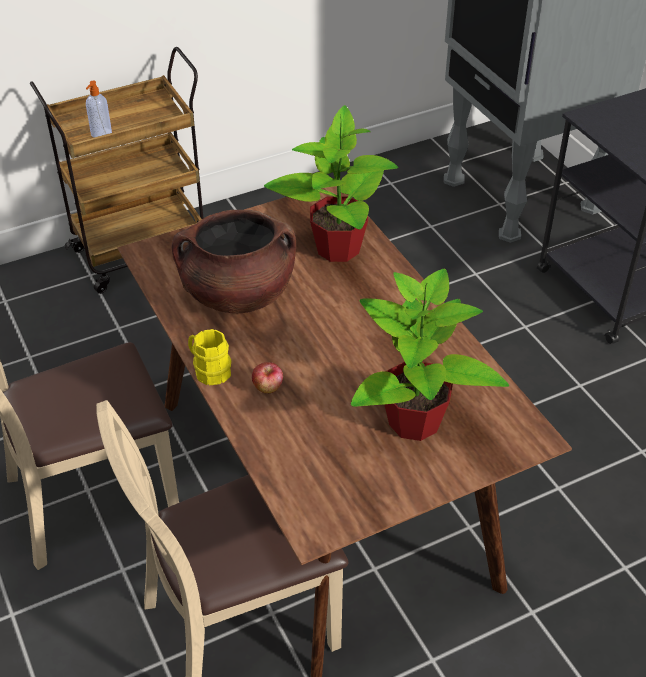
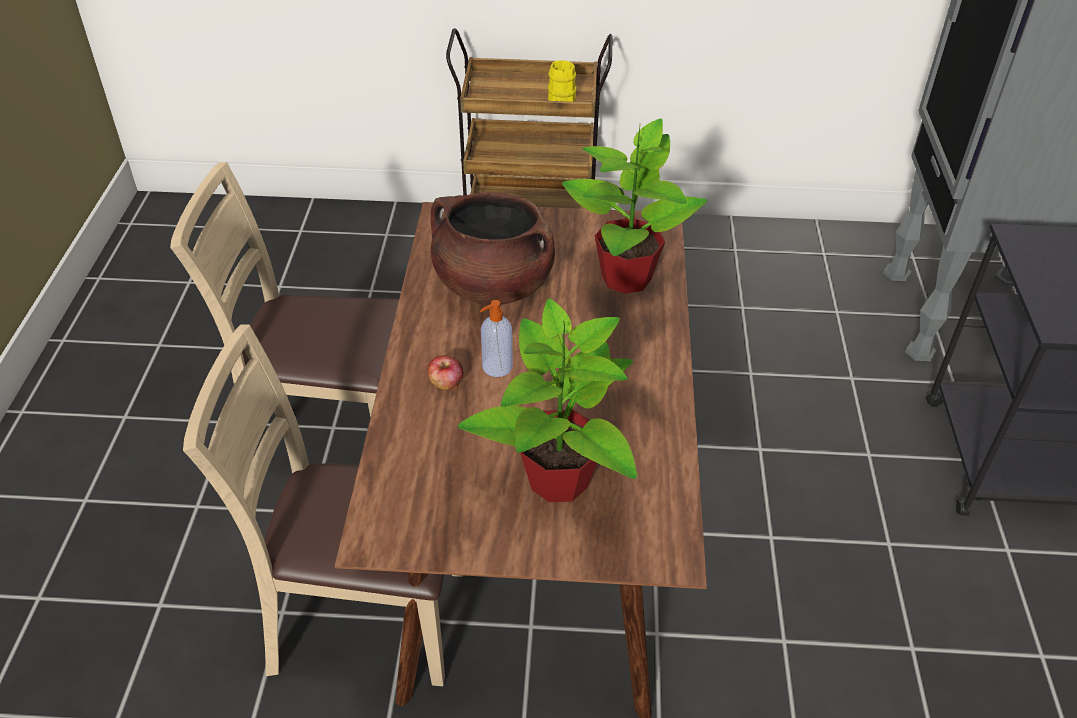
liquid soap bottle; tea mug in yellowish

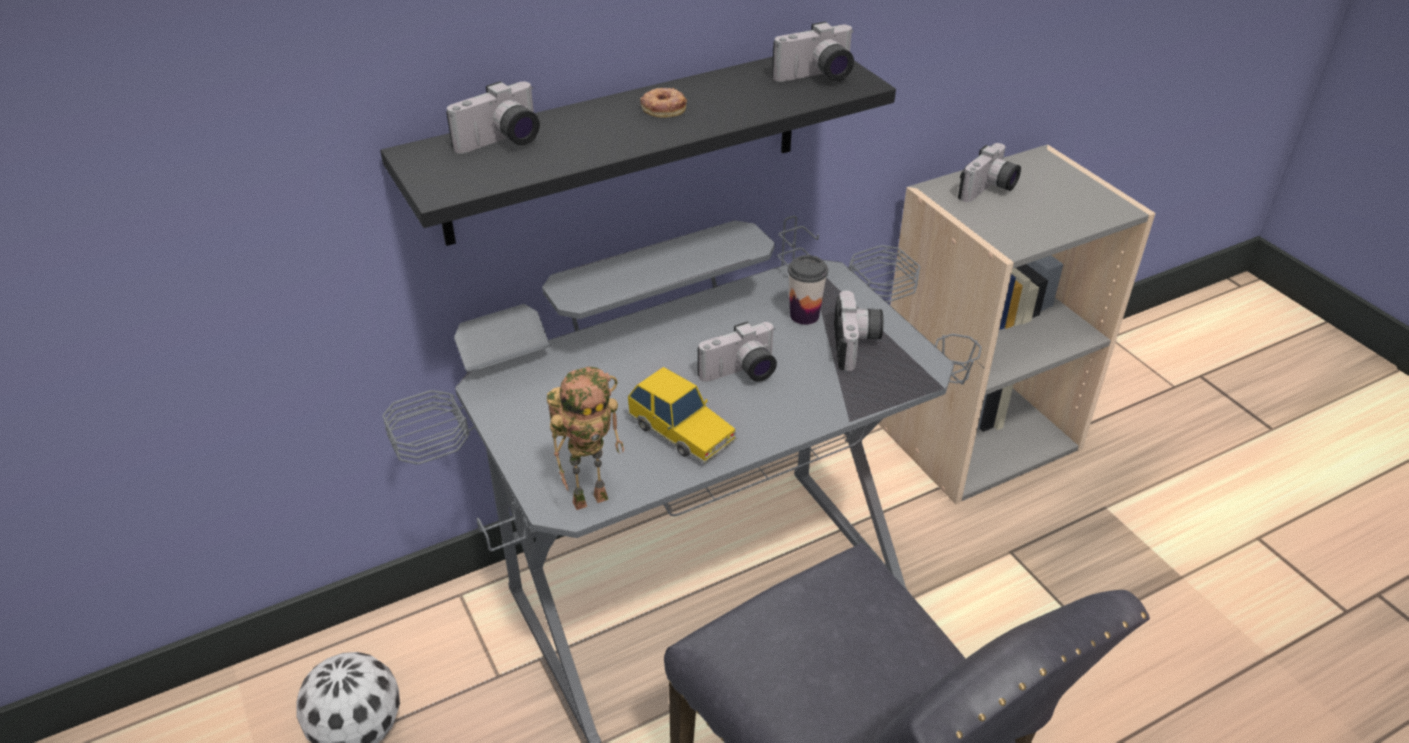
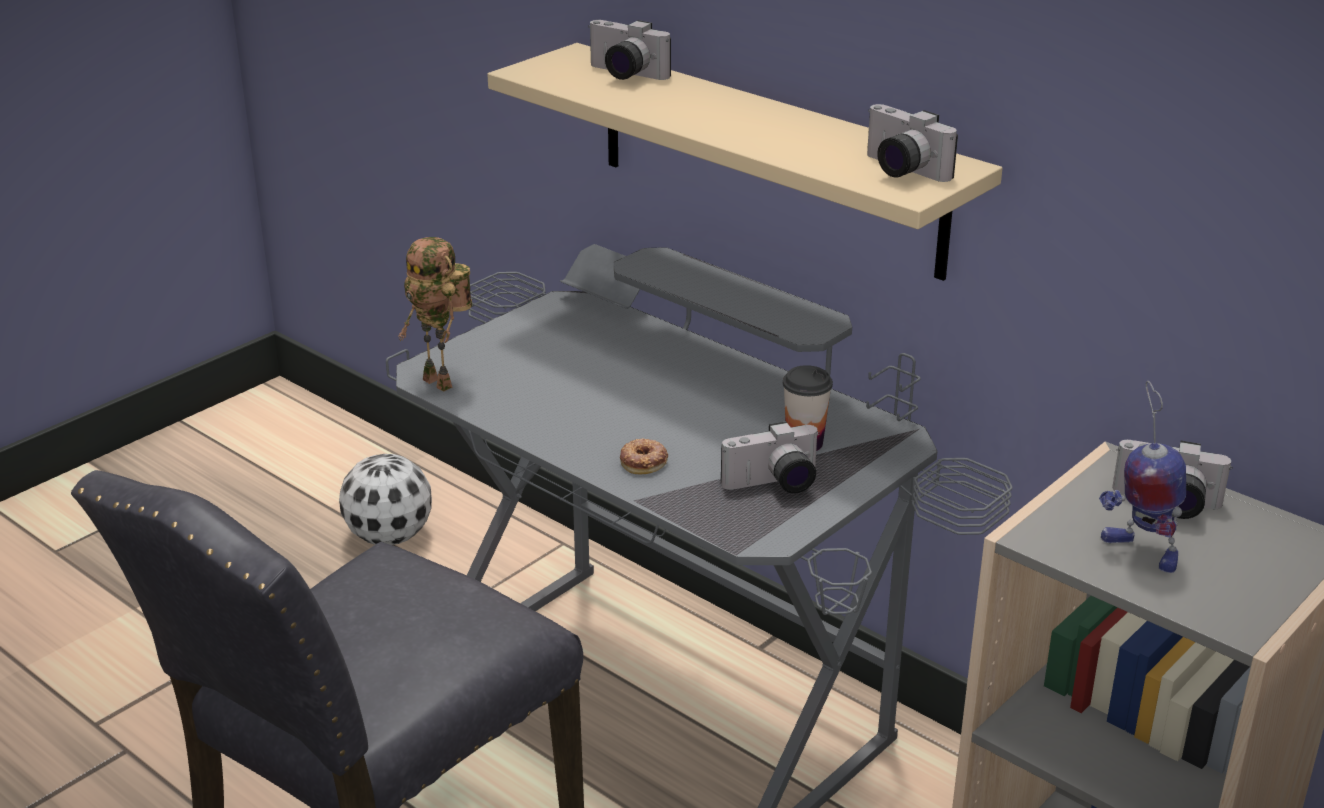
model car; photo camera (no. 2 from left in the first image); toy robot (no. 2 from left); donut; wall shelf in beige

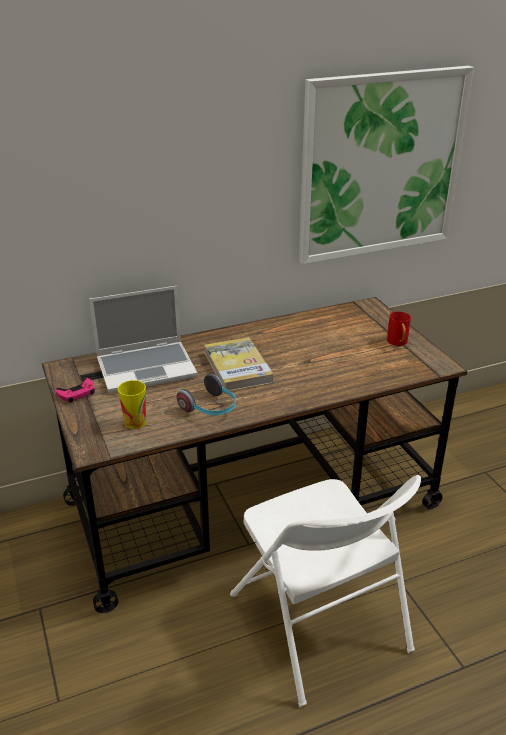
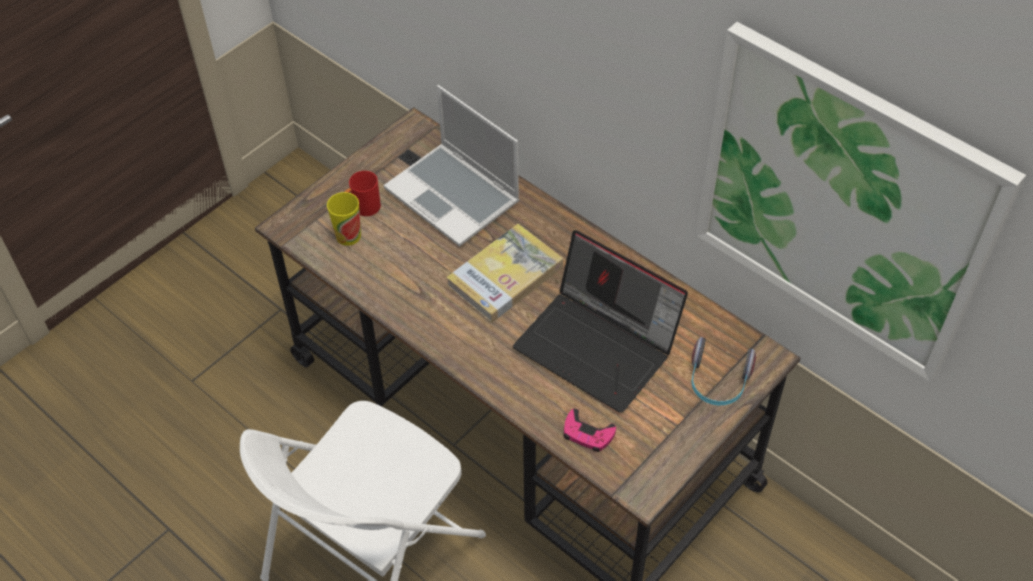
portable computer (no. 2 from left); joypad in pinkish; headphones; tea mug in reddish

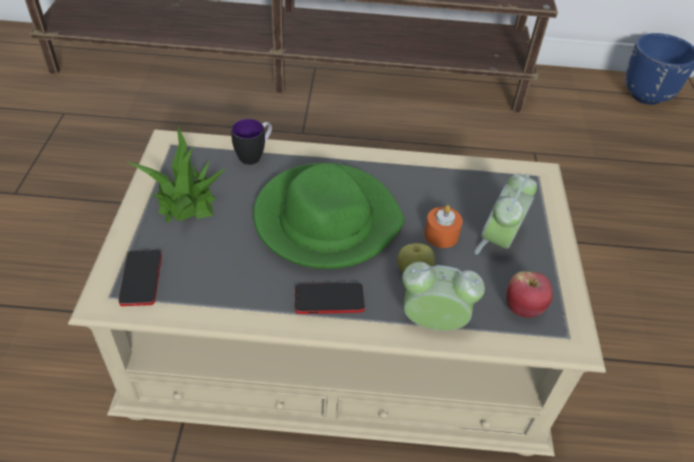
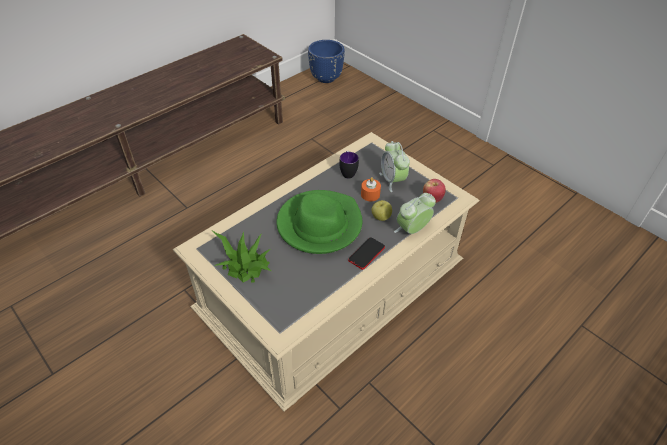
telephone (no. 1 from left in the first image); tea mug

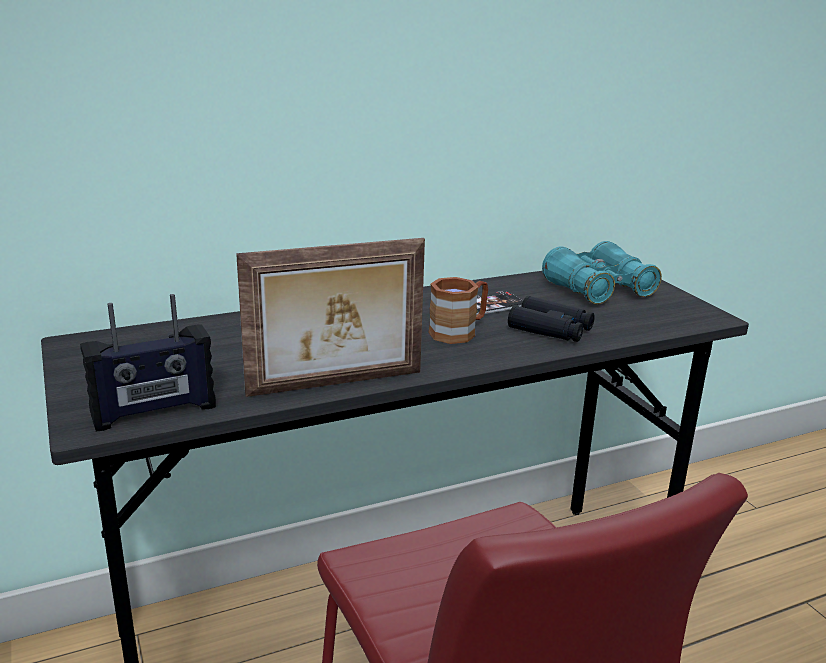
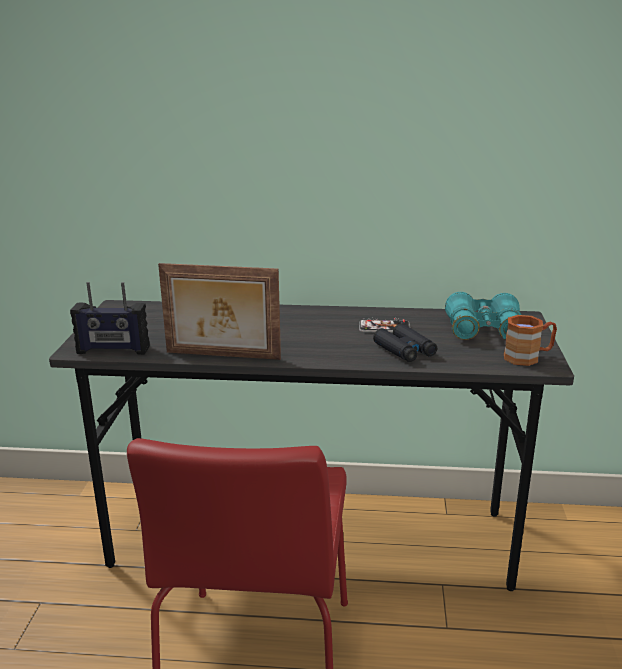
tea mug in brown-coloured

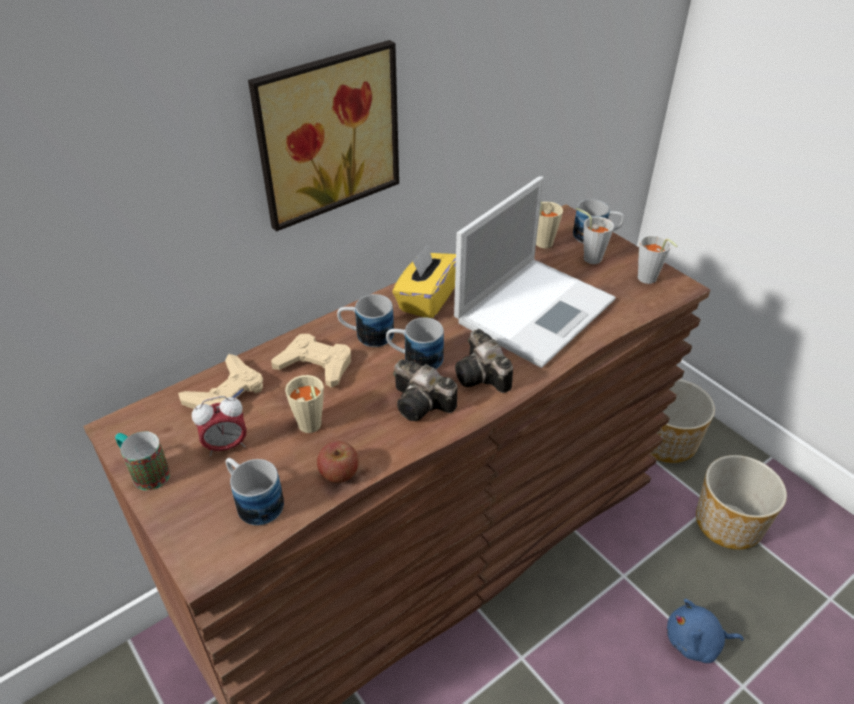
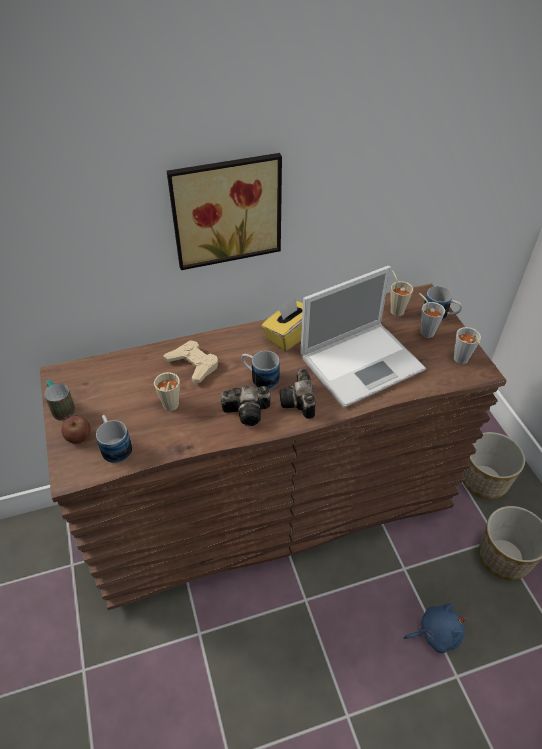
joypad in beige (no. 1 from left in the first image); table clock; tea mug (no. 3 from left in the first image); whole apple; photo camera (no. 1 from left); plush toy in blue

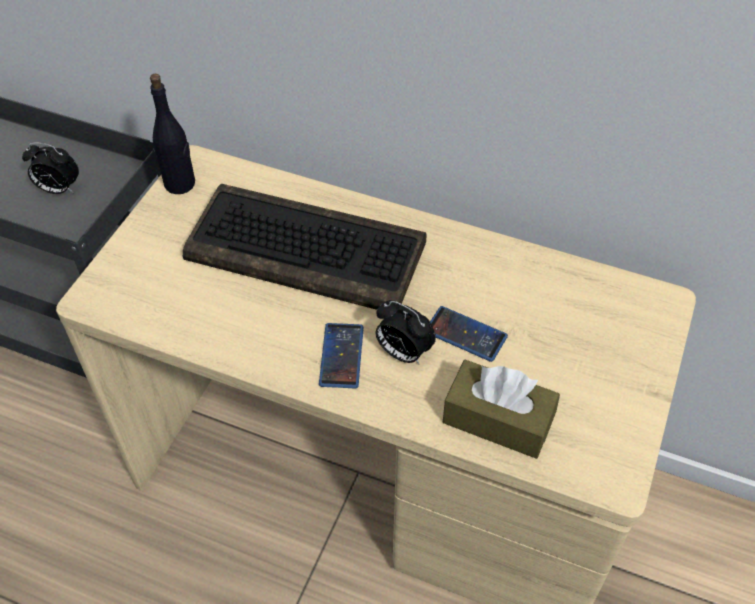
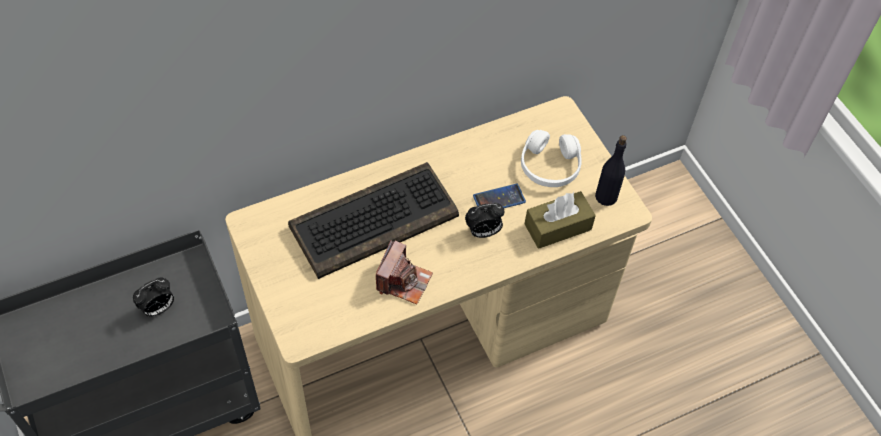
telephone (no. 1 from left in the first image); photo camera; headphones in white-coloured; bottle in black

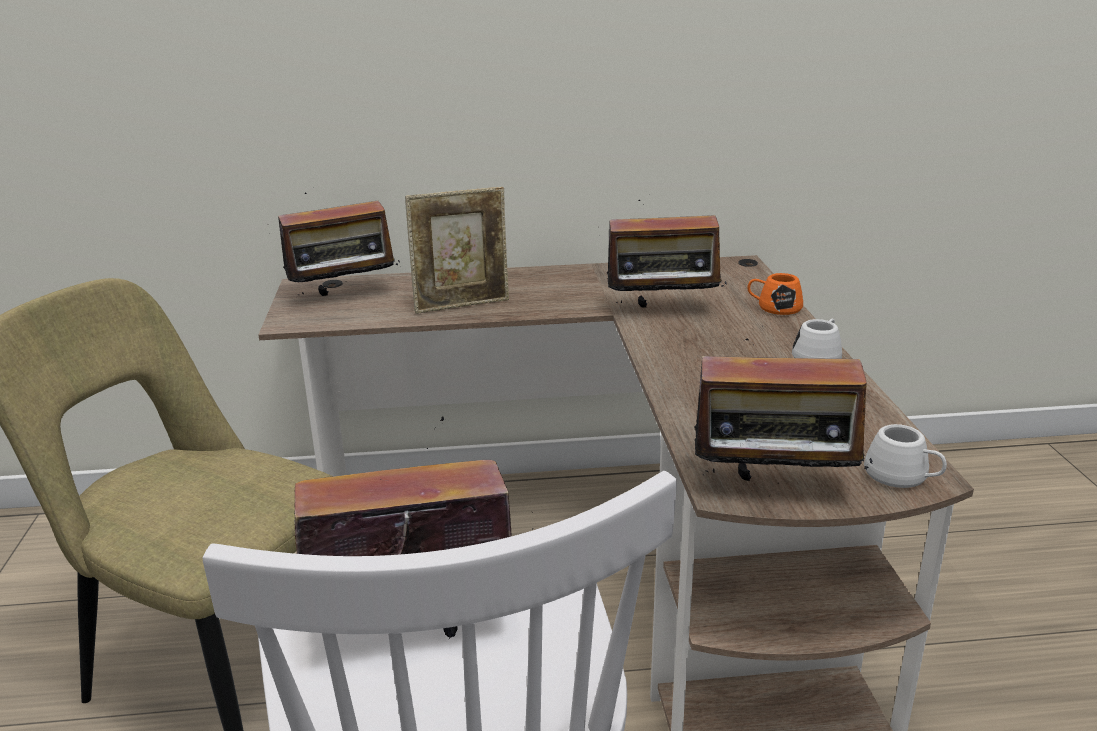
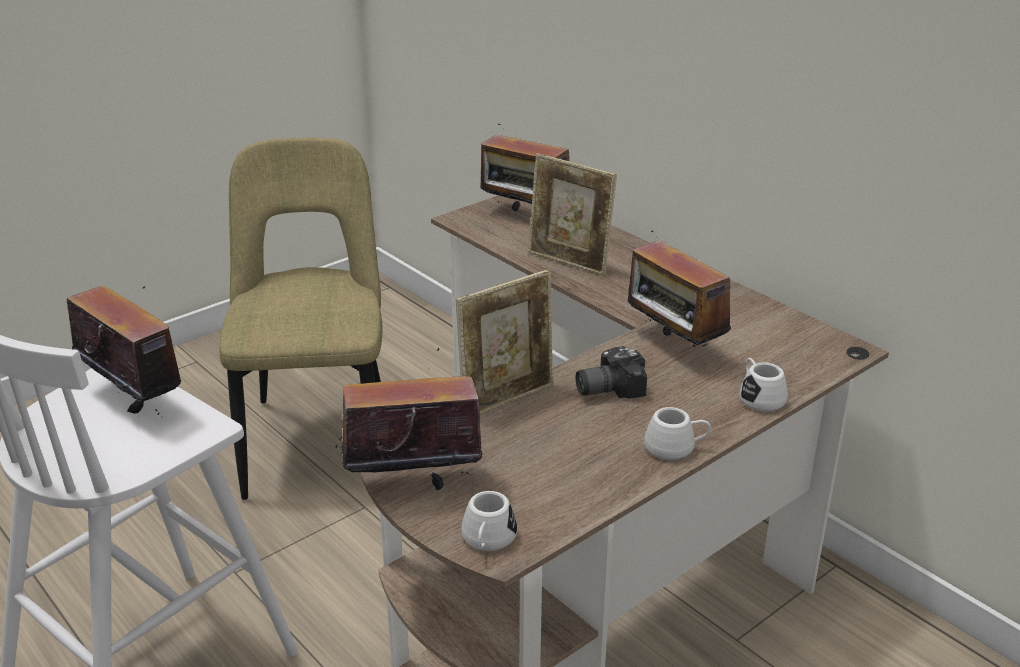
photo frame (no. 1 from left); photo camera; tea mug in white-coloured (no. 3 from left); radio set (no. 2 from left)

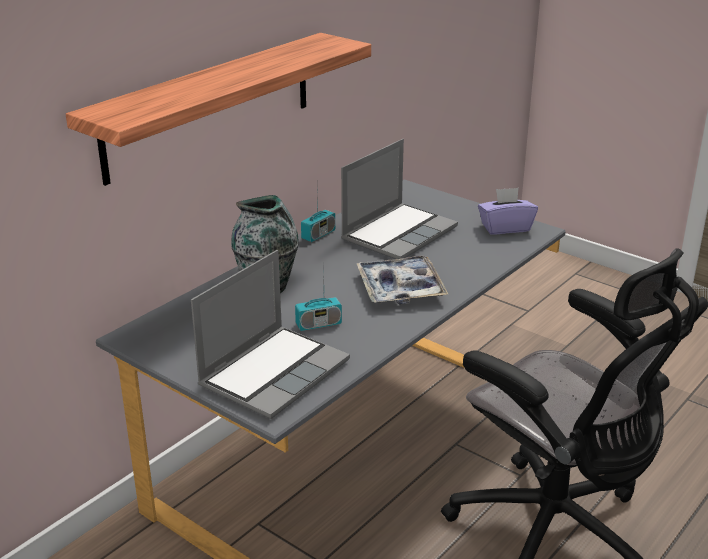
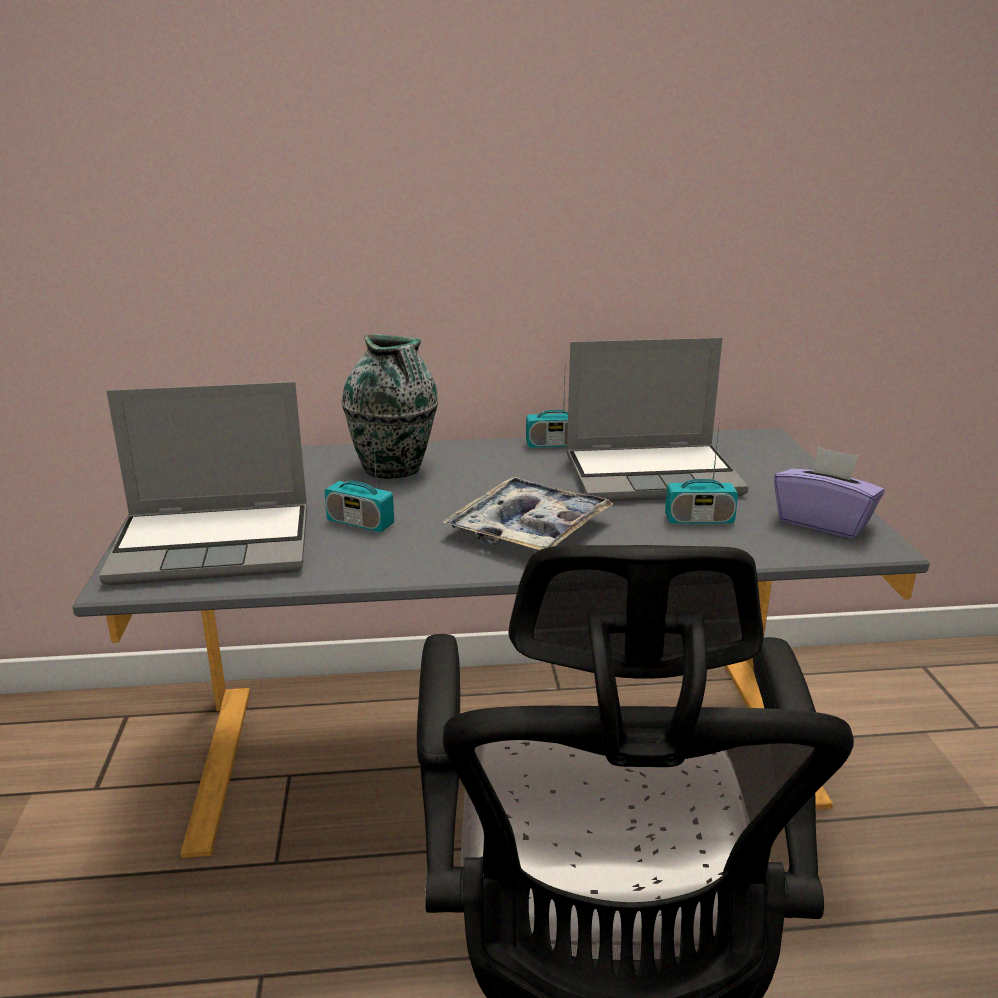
wall shelf; radio set (no. 3 from left)

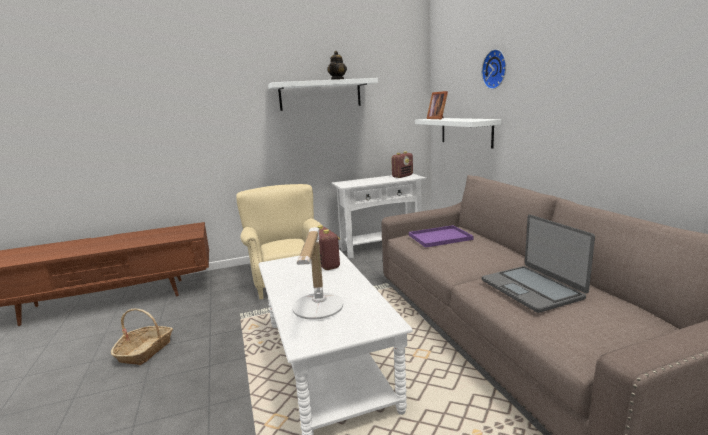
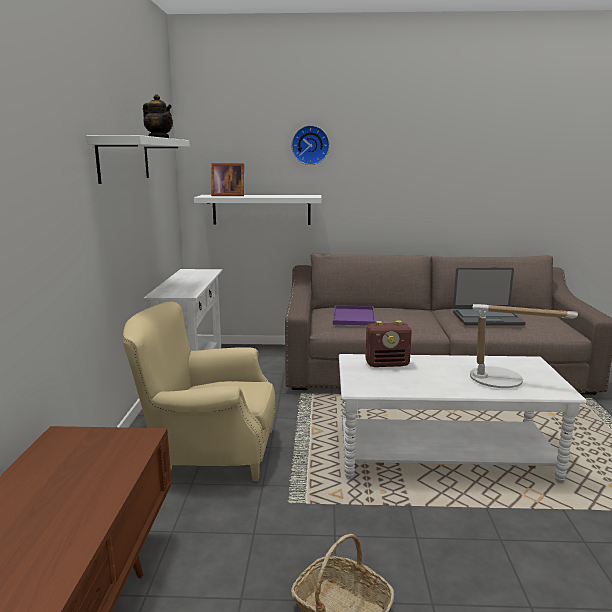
radio set (no. 2 from left in the first image)

